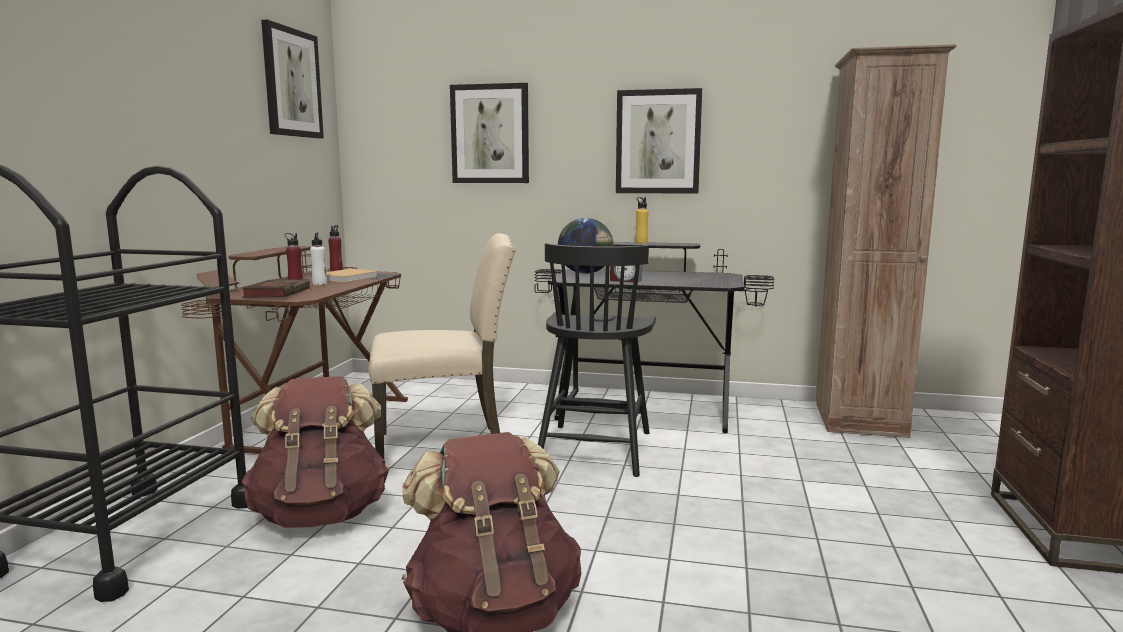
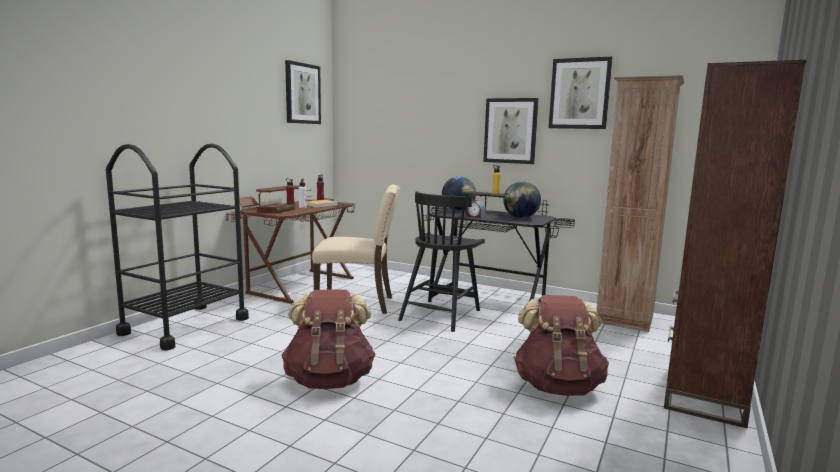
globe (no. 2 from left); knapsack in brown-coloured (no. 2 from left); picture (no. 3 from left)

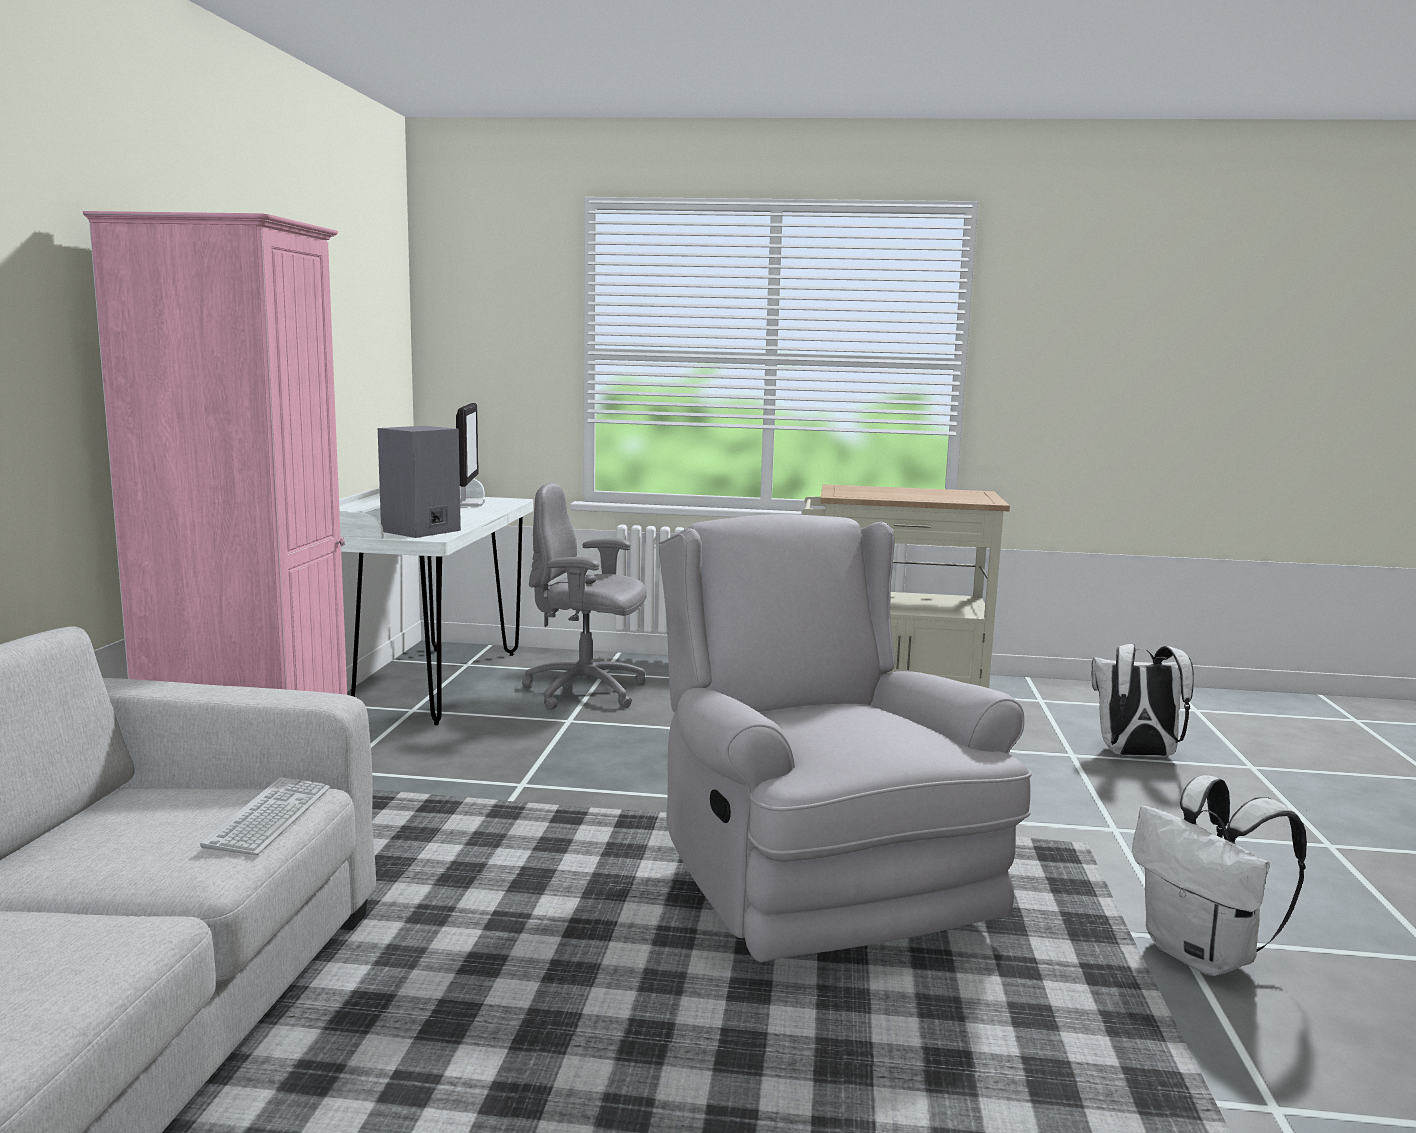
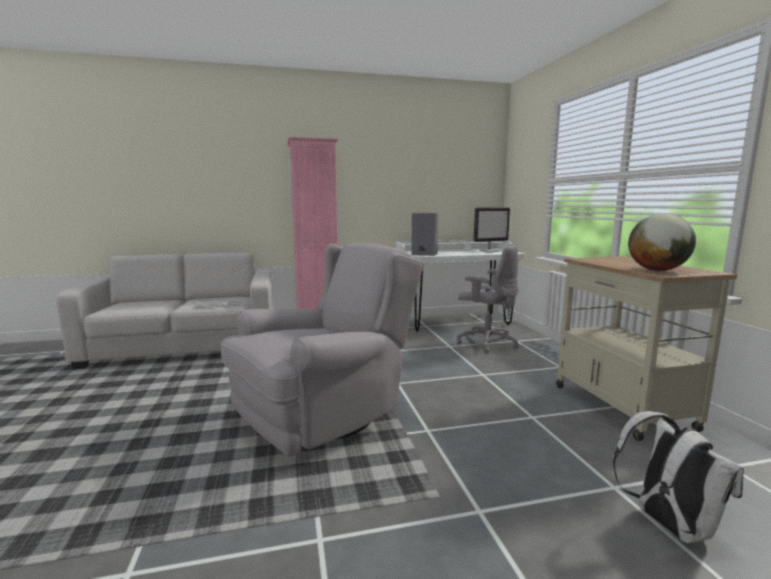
knapsack in white-coloured (no. 2 from left in the first image); globe; desk chair in gray

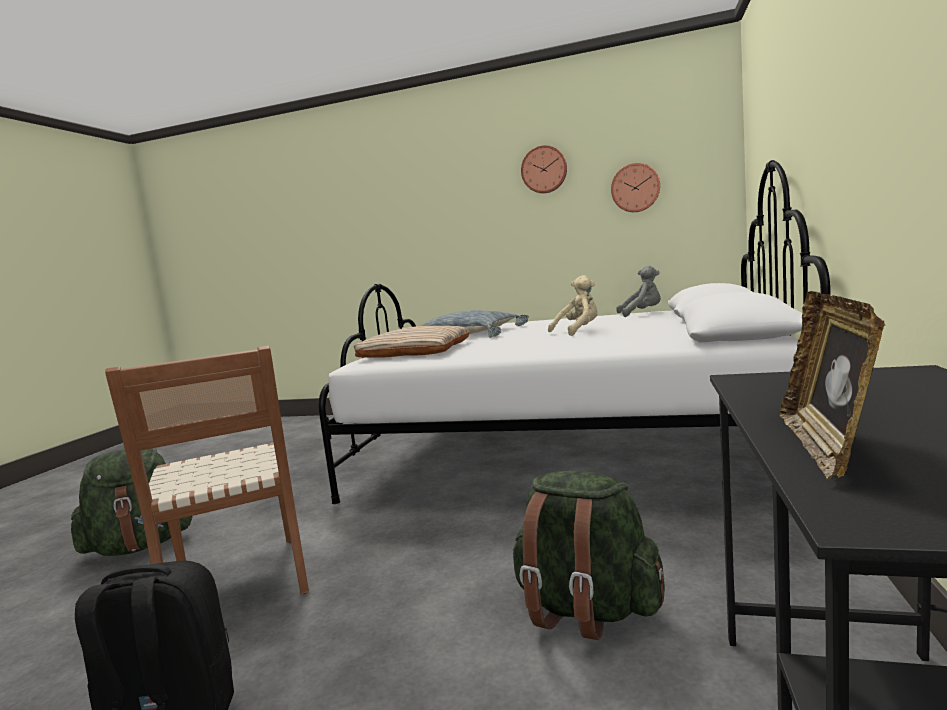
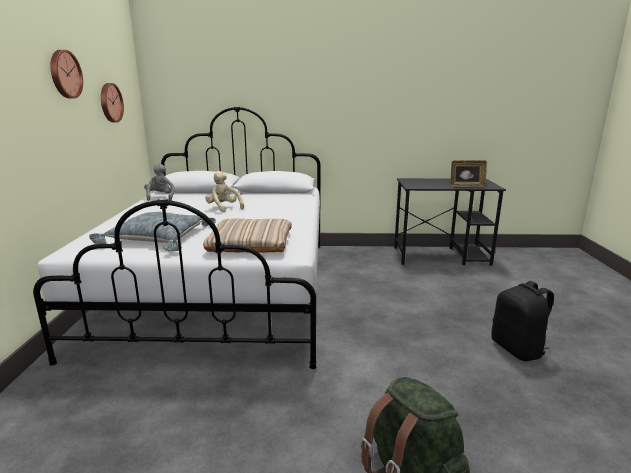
chair; knapsack in greenish (no. 2 from left in the first image)

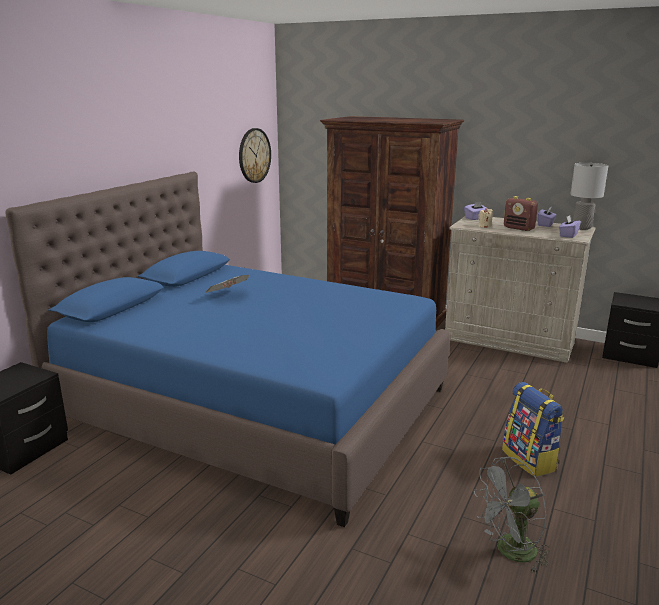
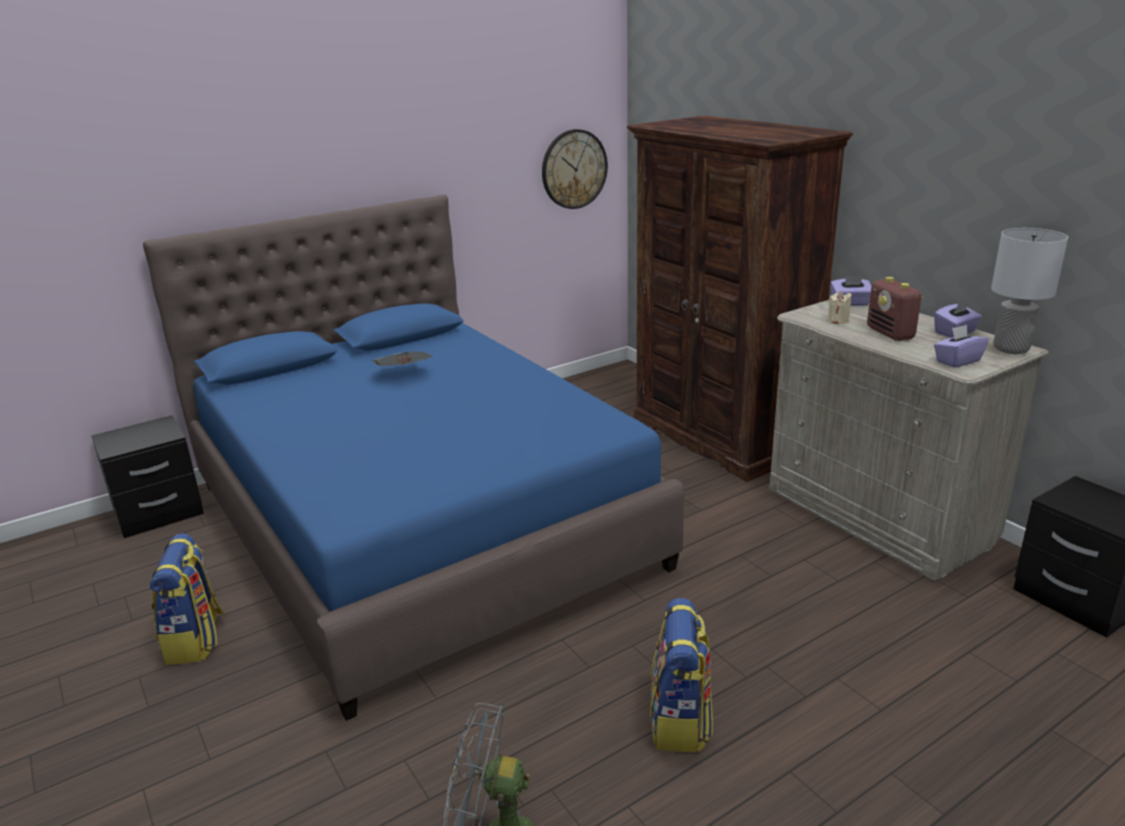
knapsack (no. 1 from left)

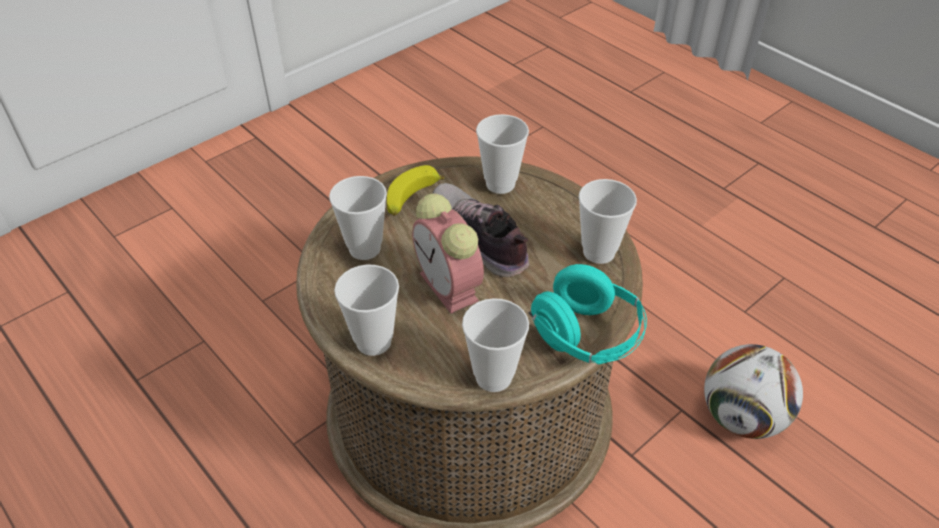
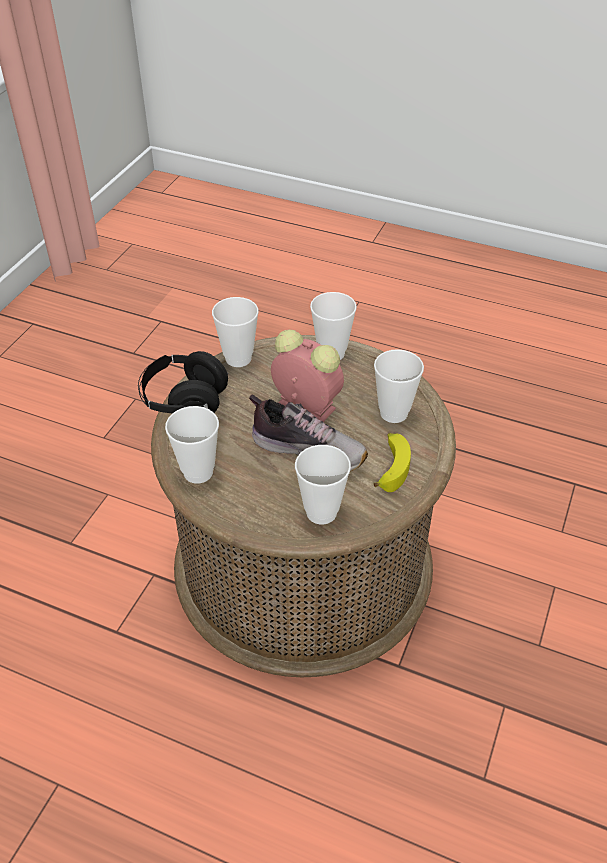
ball for football; headphones in black

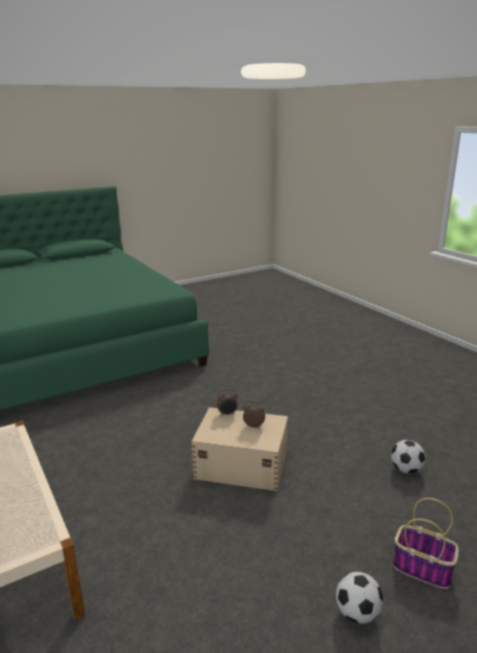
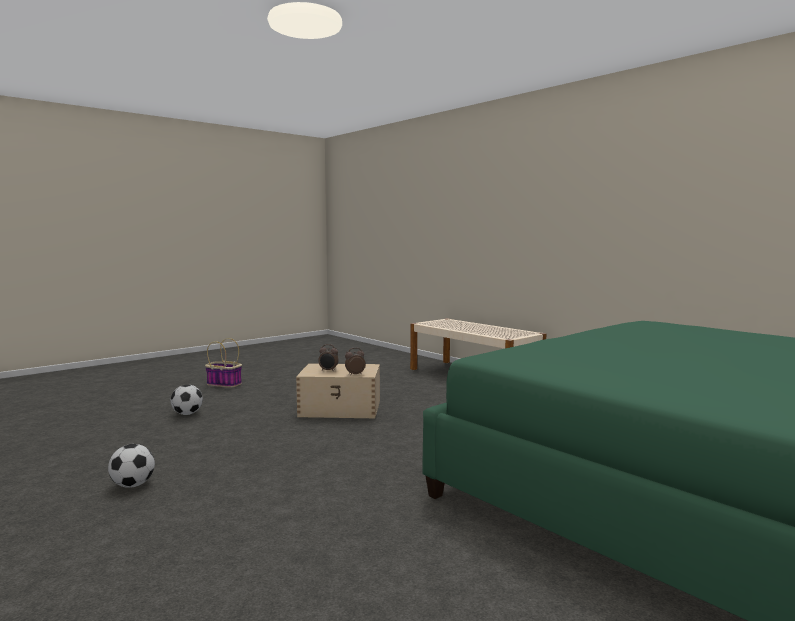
ball for football (no. 1 from left)

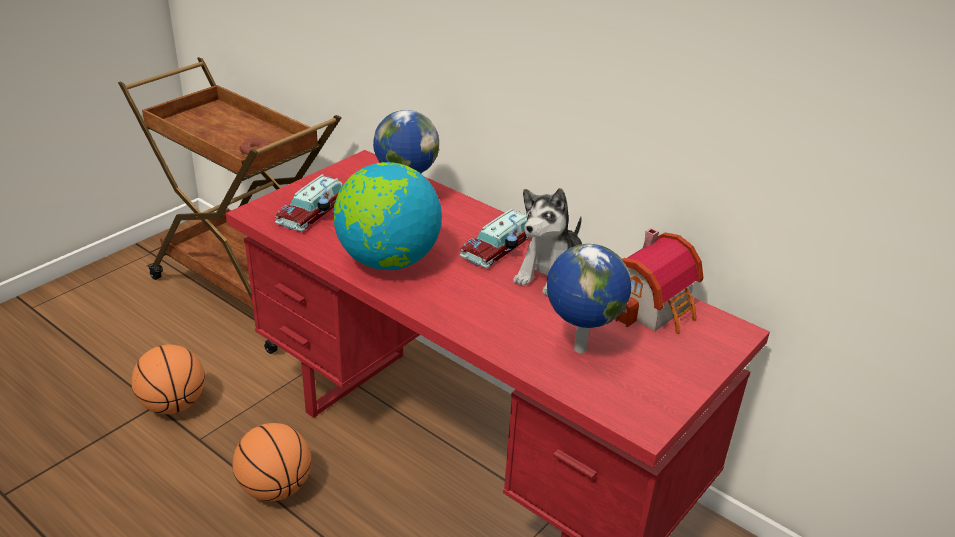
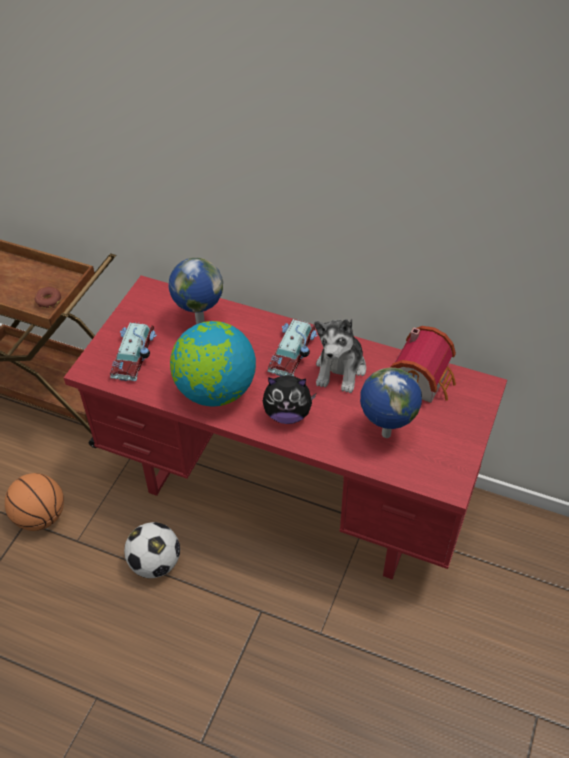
plush toy (no. 1 from left); ball for football

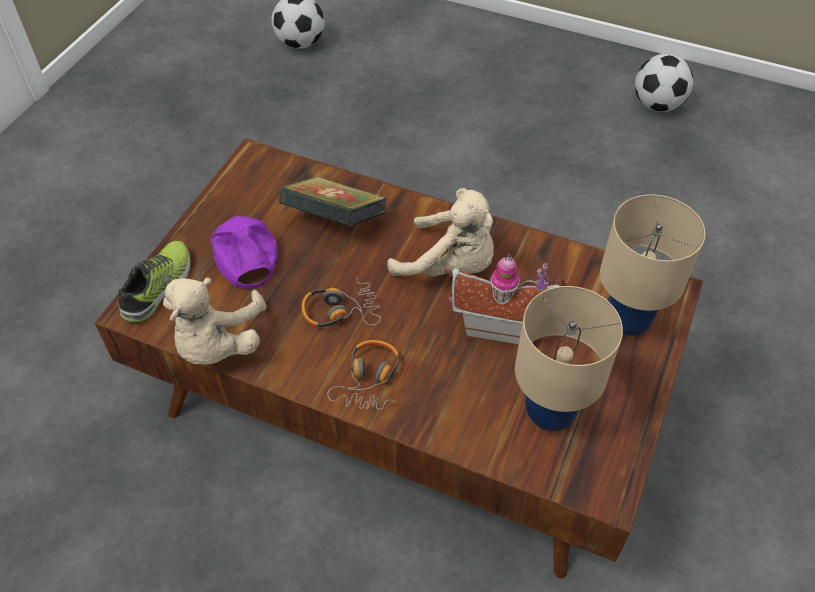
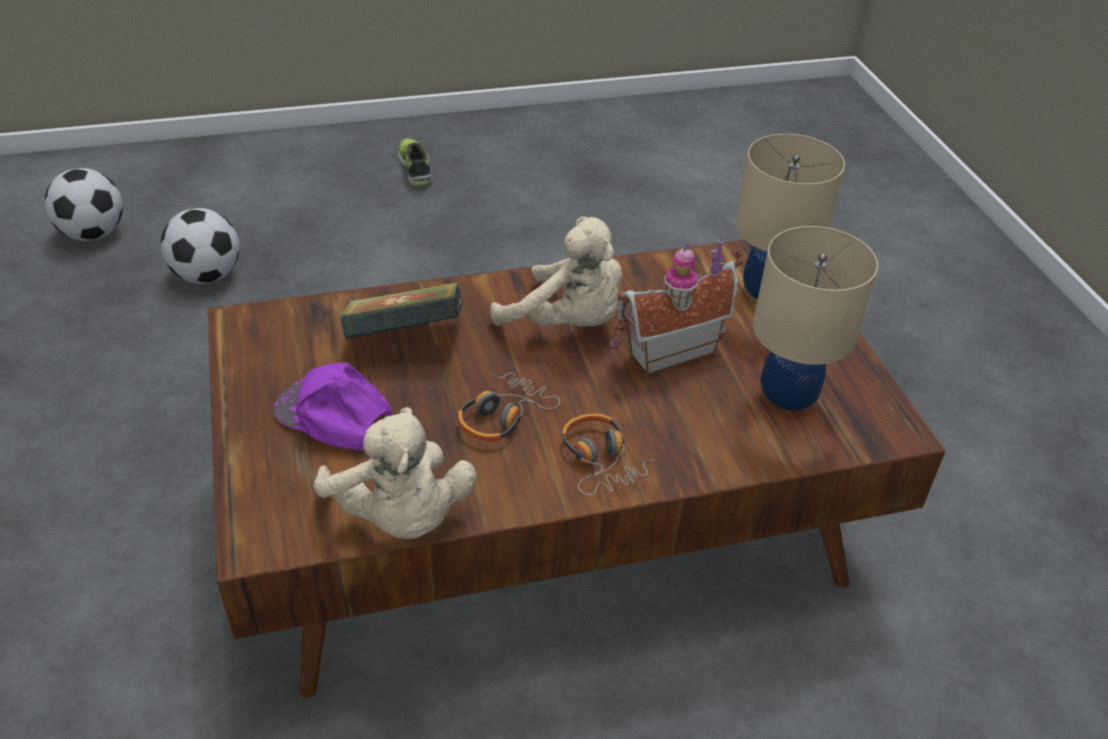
item of footwear; ball for football (no. 2 from left); plush toy in beige (no. 2 from left)

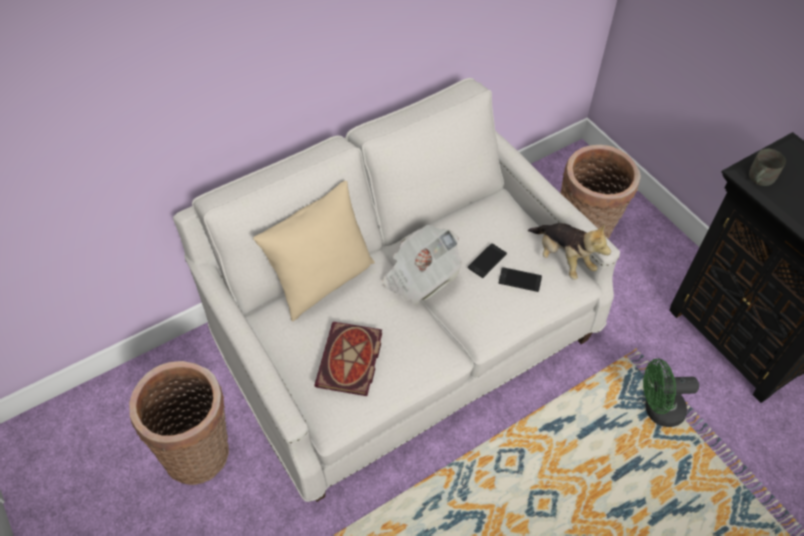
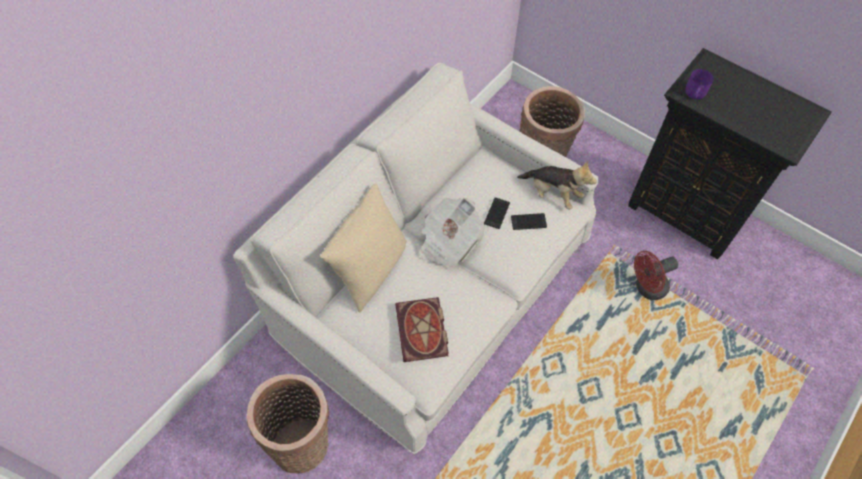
cooling fan in reddish; tea mug in purple-coloured

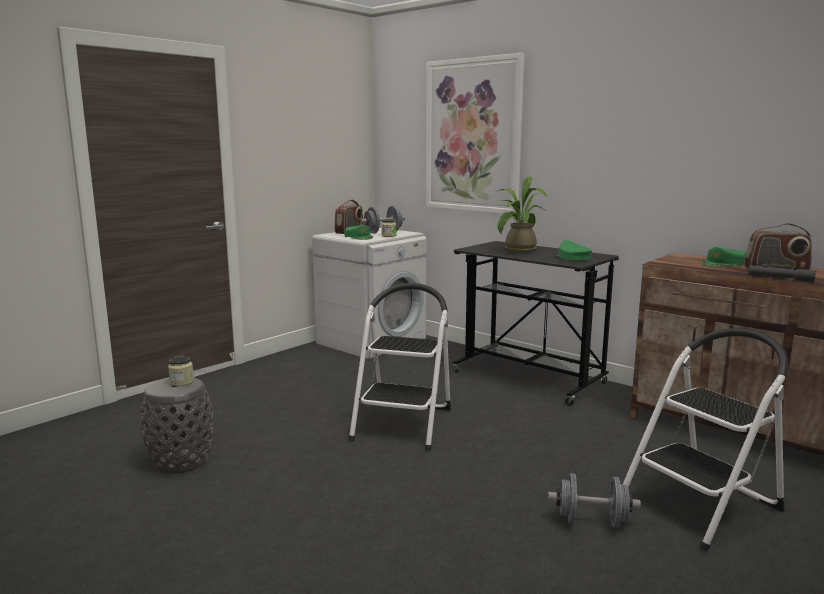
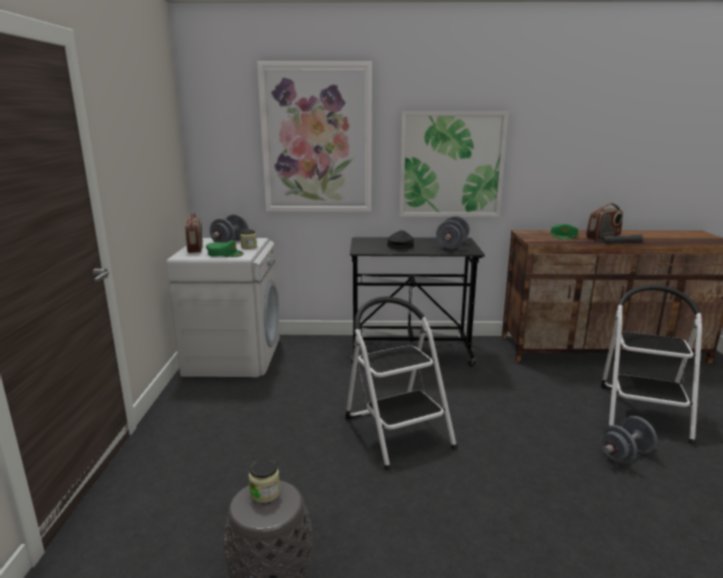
picture (no. 2 from left); cap in black; dumbbell in gray (no. 2 from left)

